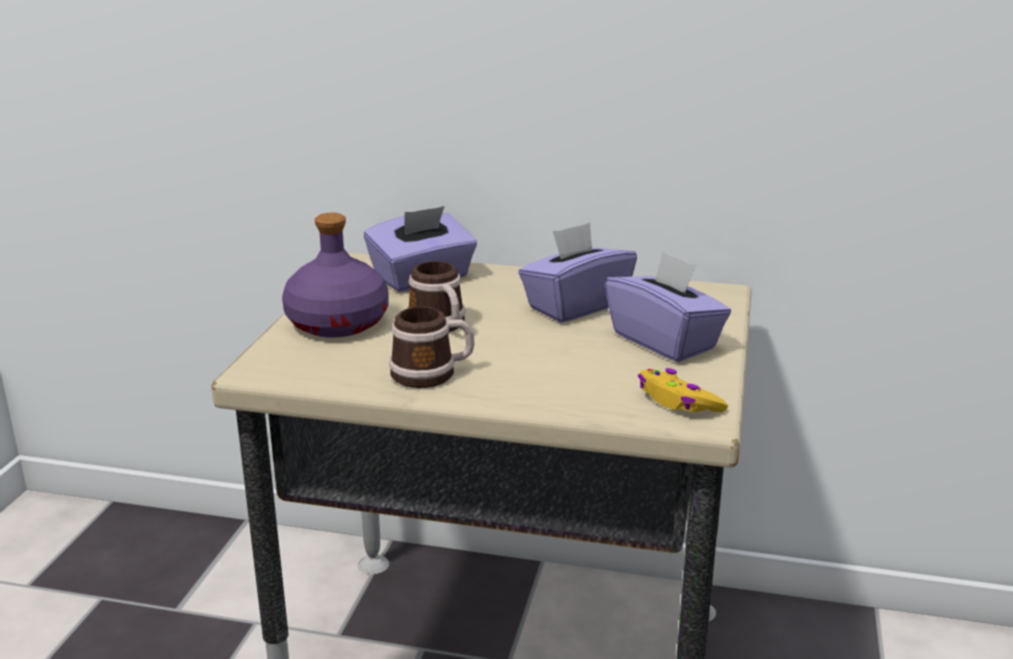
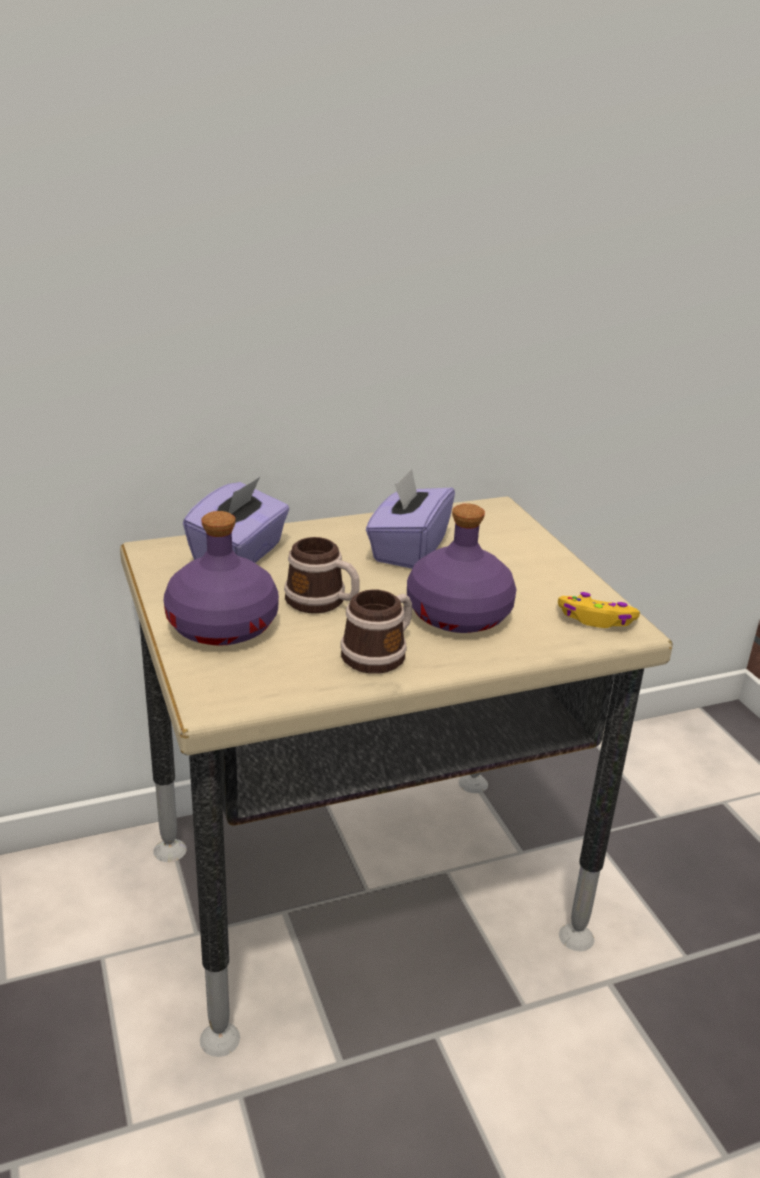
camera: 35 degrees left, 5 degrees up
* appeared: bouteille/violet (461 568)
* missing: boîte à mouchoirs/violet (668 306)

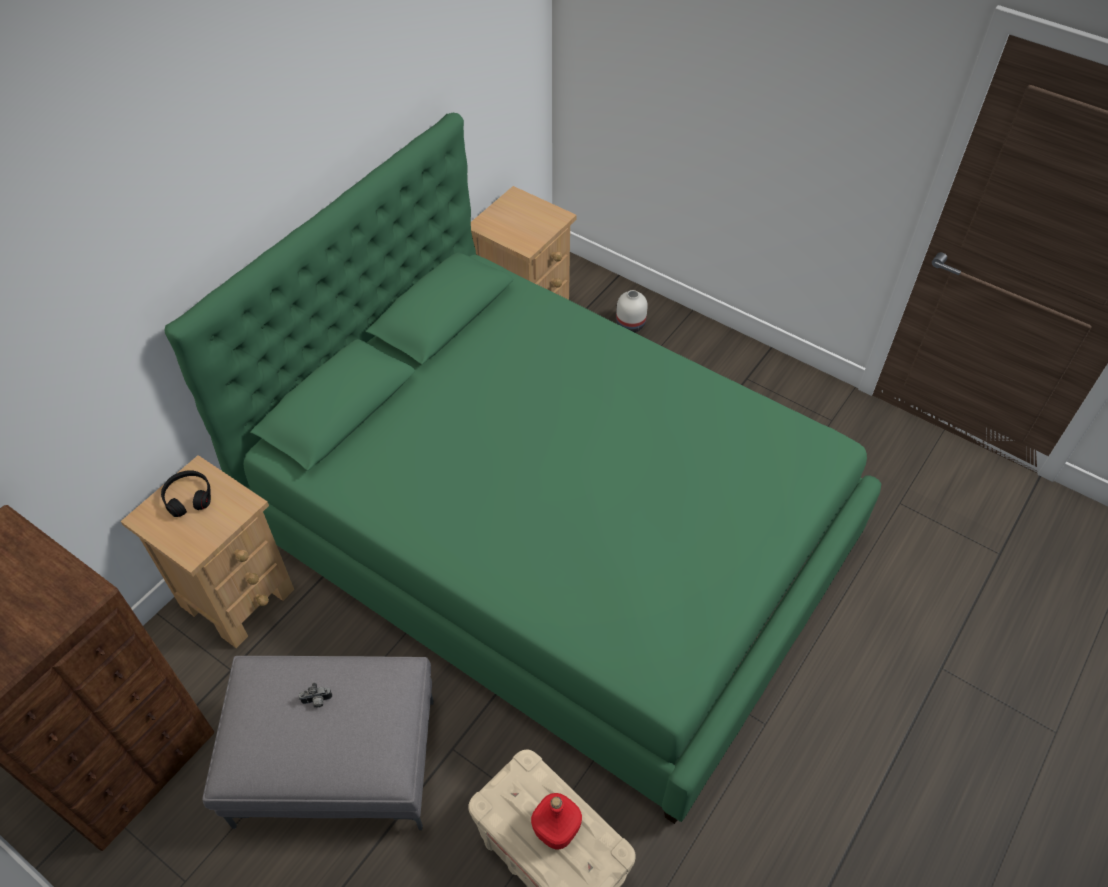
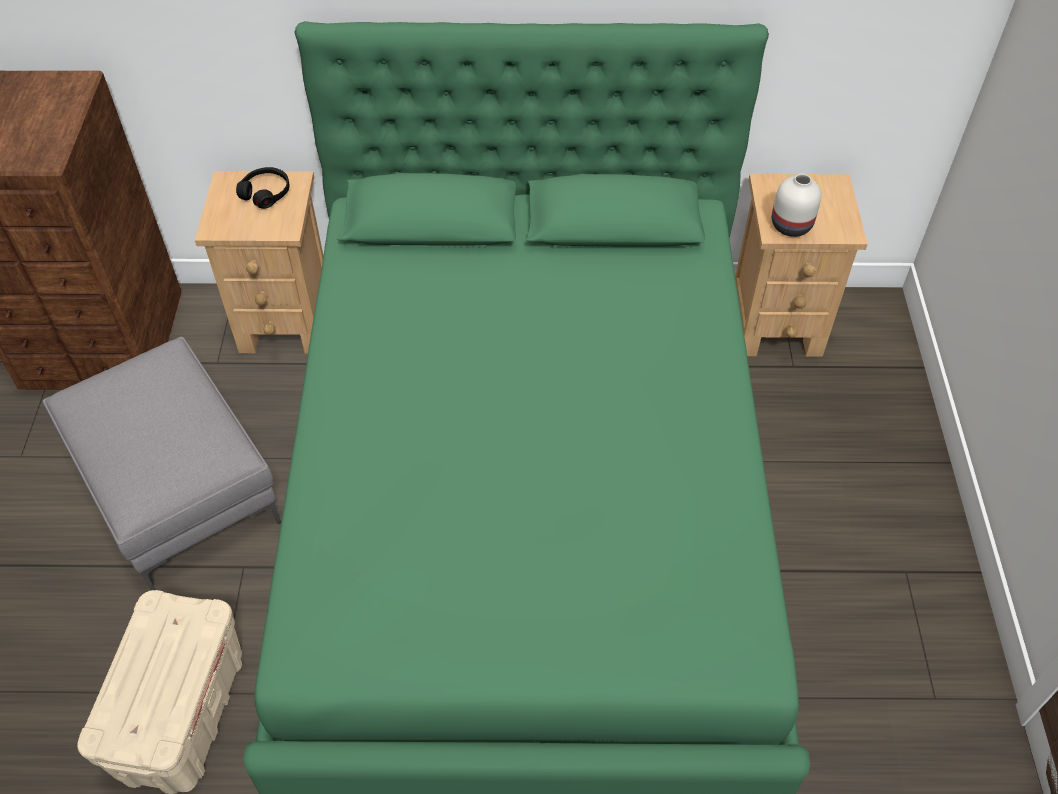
camera: 55 degrees right, 0 degrees up
* relocated: vase/blanc (632 311) to (796 205)
* missing: appareil photo (315 695)
* missing: bouteille/rouge (556 821)

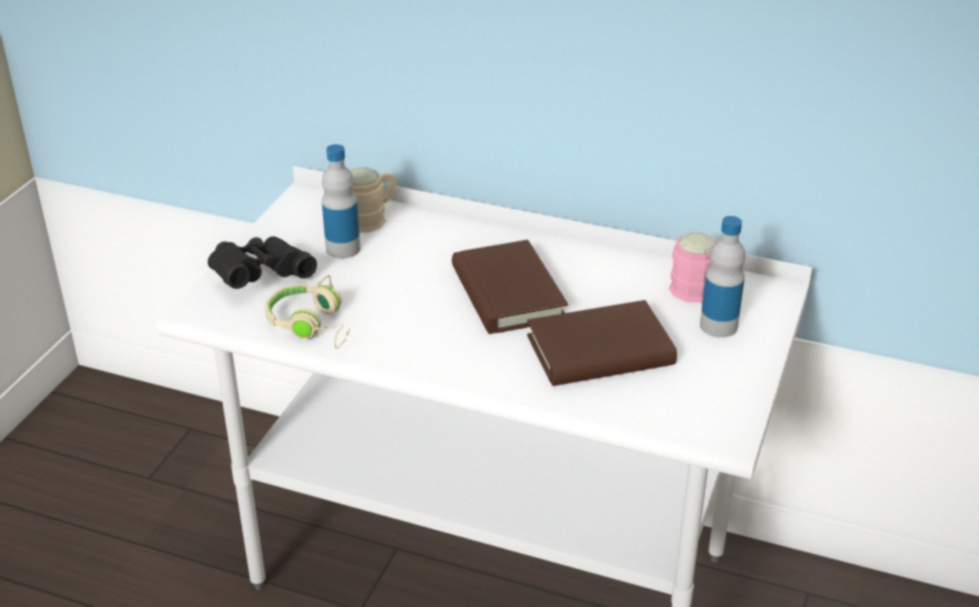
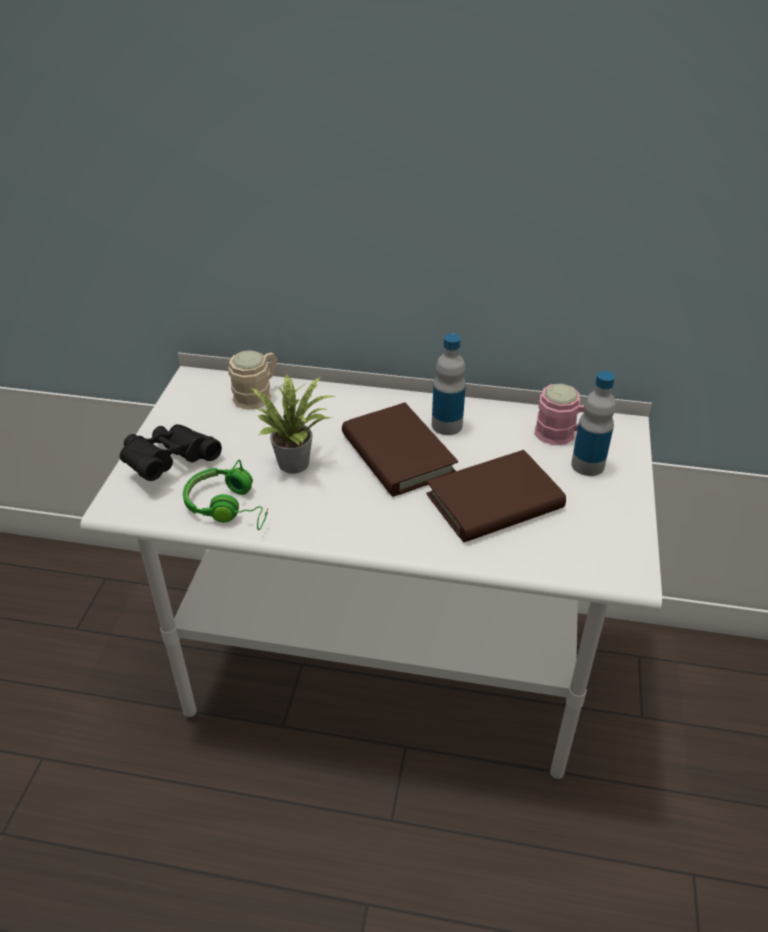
camera: 10 degrees left, 5 degrees up
* colour: casque audio/beige (307 311) to casque audio/vert (225 495)
* appeared: plante en pot (292 424)
* relocated: bouteille (341 201) to (449 384)

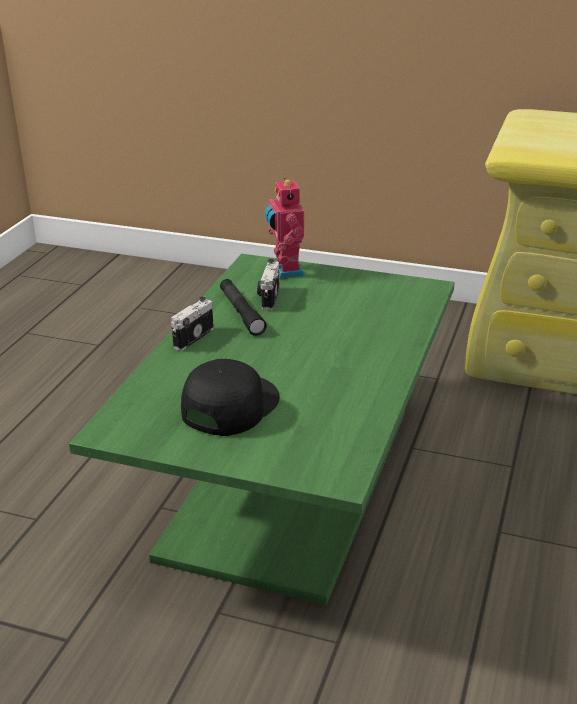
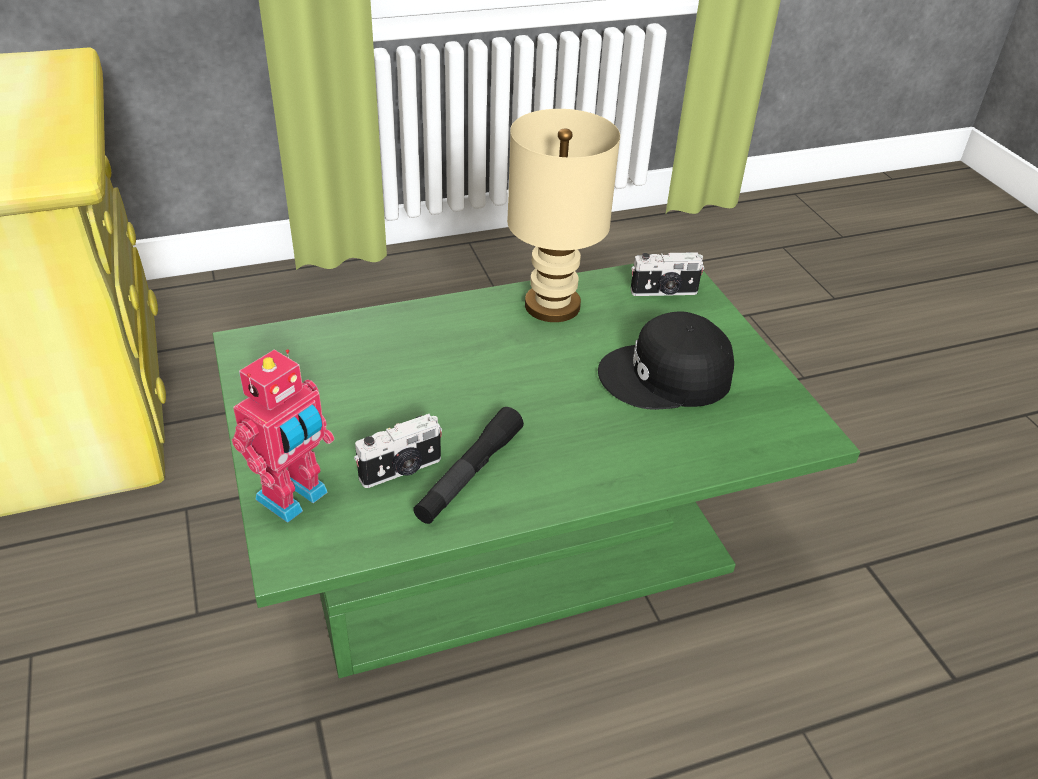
camera: 130 degrees left, 10 degrees up
* appeared: lampe de table/beige (563 215)
* relocated: appareil photo (192 323) to (667 274)

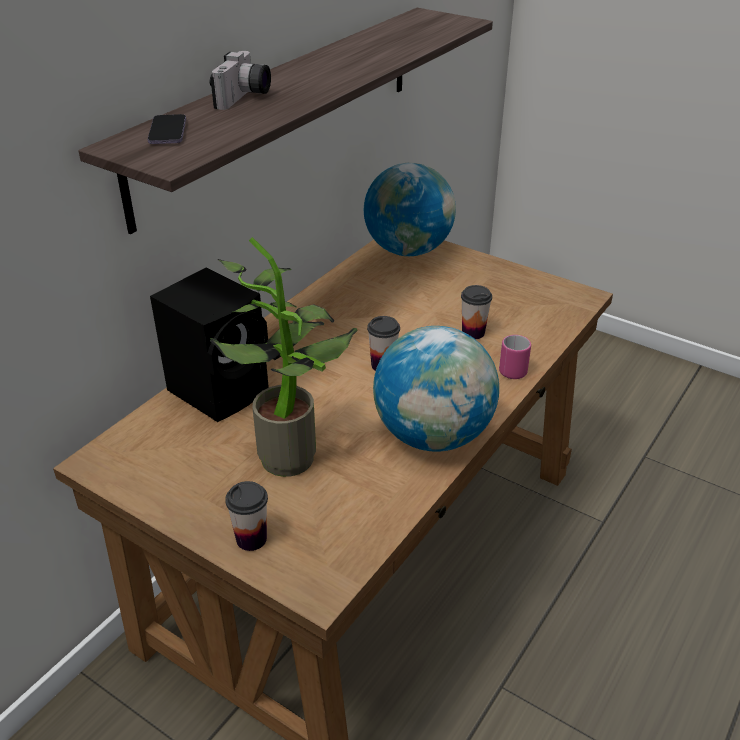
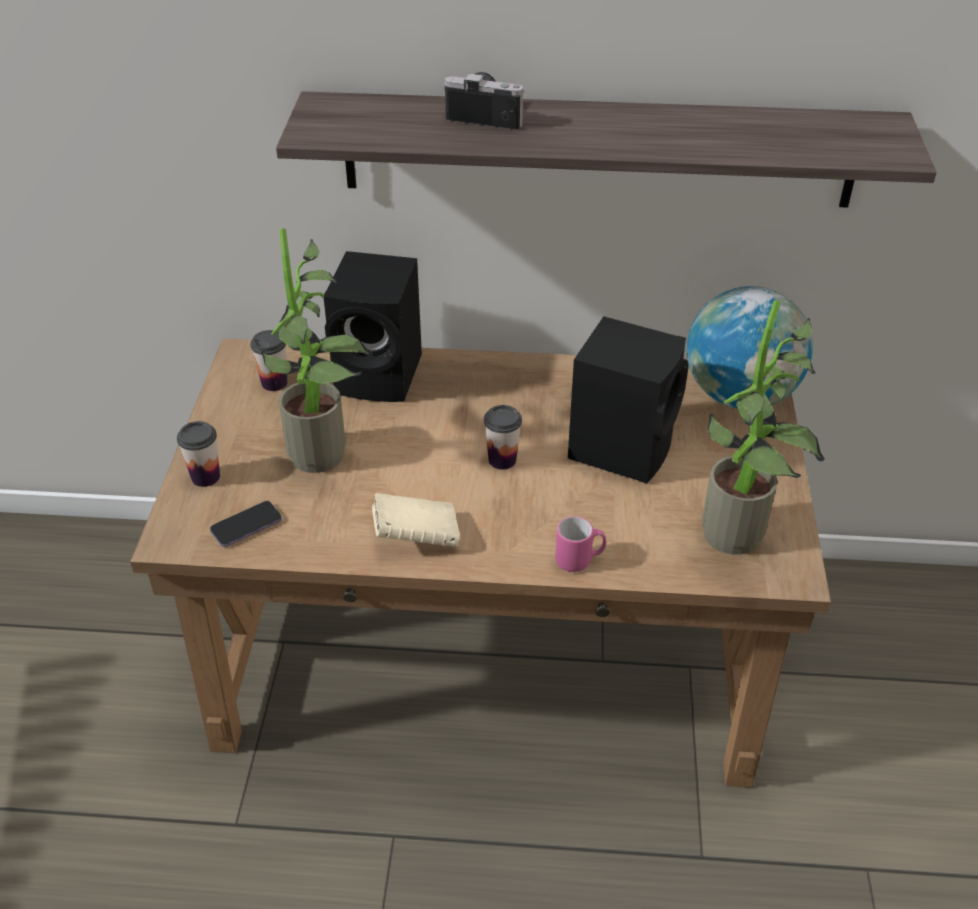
camera: 60 degrees right, 5 degrees up
* relocated: téléphone (167 129) to (246 524)
* relocated: tasse (476 312) to (269 360)
* exchanged: globe (436 389) to livre/beige (416 520)
* spun: appareil photo (240 80) = (485 100) 150 degrees counterclockwise
* appeared: enceinte/noir (628 400)
* appeared: plante en pot (763 427)

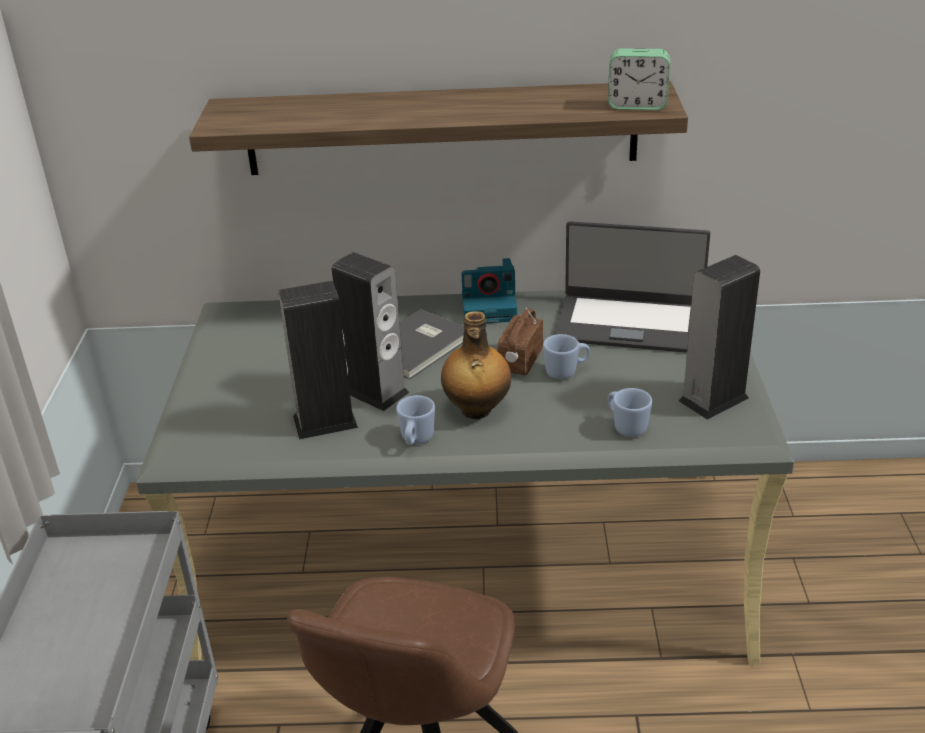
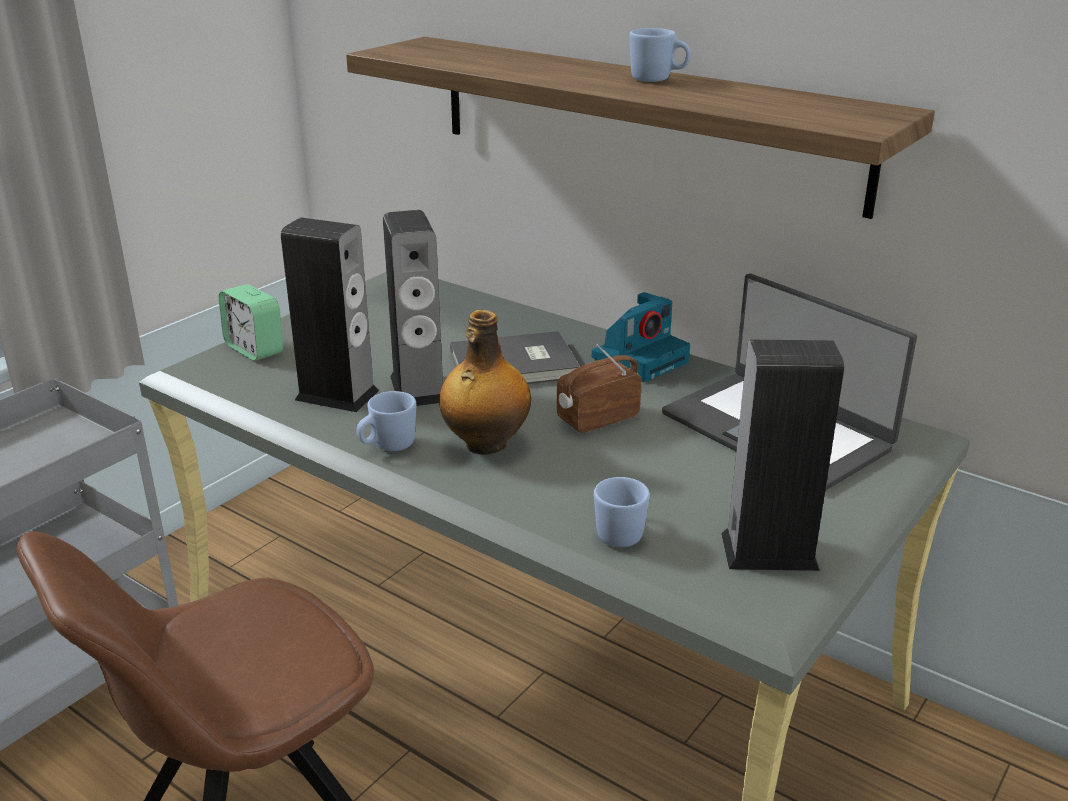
camera: 35 degrees right, 5 degrees down
* relocated: réveil (639 79) to (251 322)
* spun: appareil photo (489 290) = (641 337) 75 degrees counterclockwise
* relocated: mug/bleu (566 356) to (660 55)

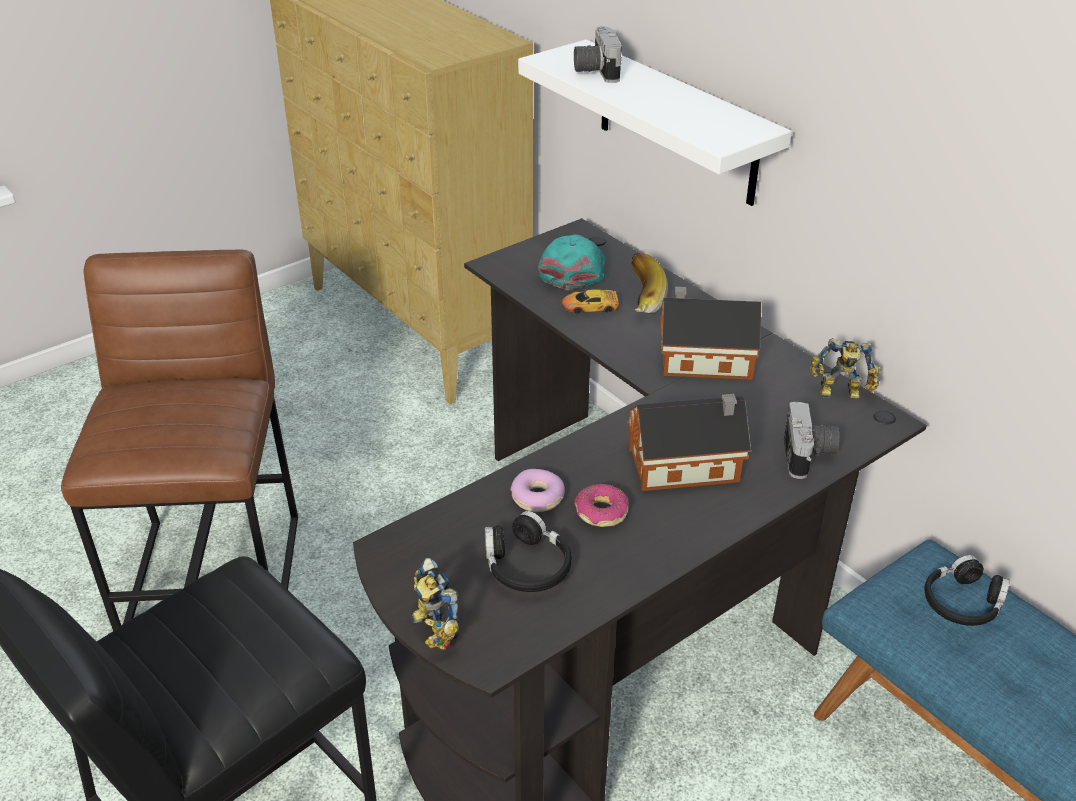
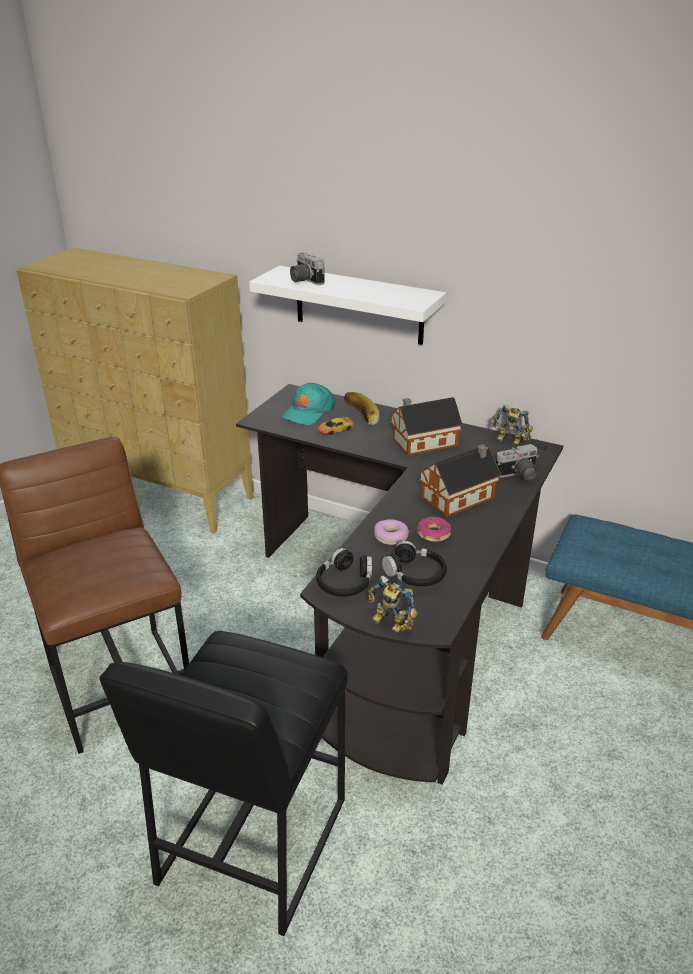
camera: 25 degrees left, 5 degrees down
* spun: casquette/turquoise (572 262) = (309 404) 135 degrees counterclockwise
* relocated: casque audio/noir (967 590) to (344 572)
* spun: robot jouet (845 368) = (513 424) 45 degrees clockwise
* spun: appareil photo (811 440) = (517 462) 90 degrees clockwise

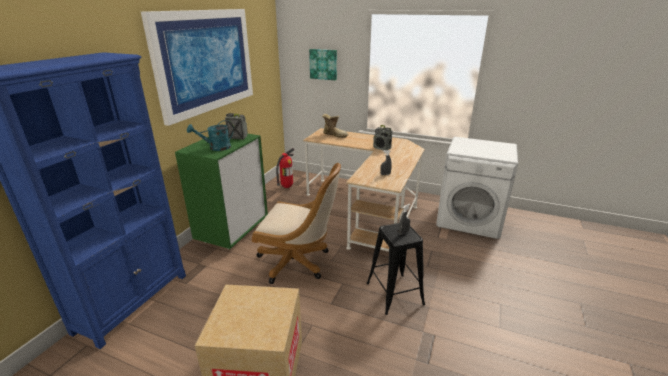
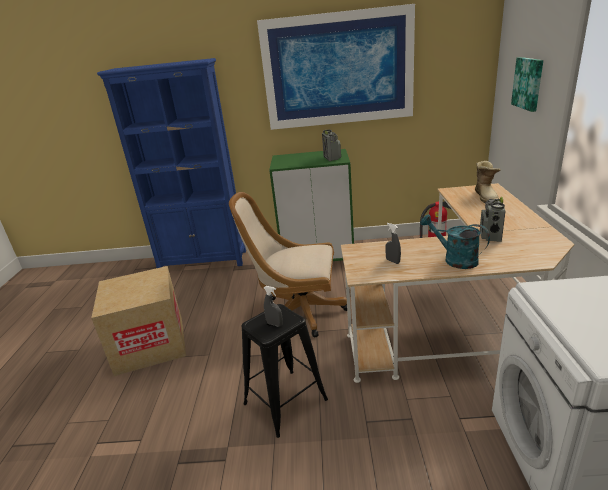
camera: 70 degrees right, 0 degrees up
* spun: chaise de bureau (296 223) = (288 264) 105 degrees clockwise
* relocated: arrosoir/turquoise (210 135) to (455 241)

